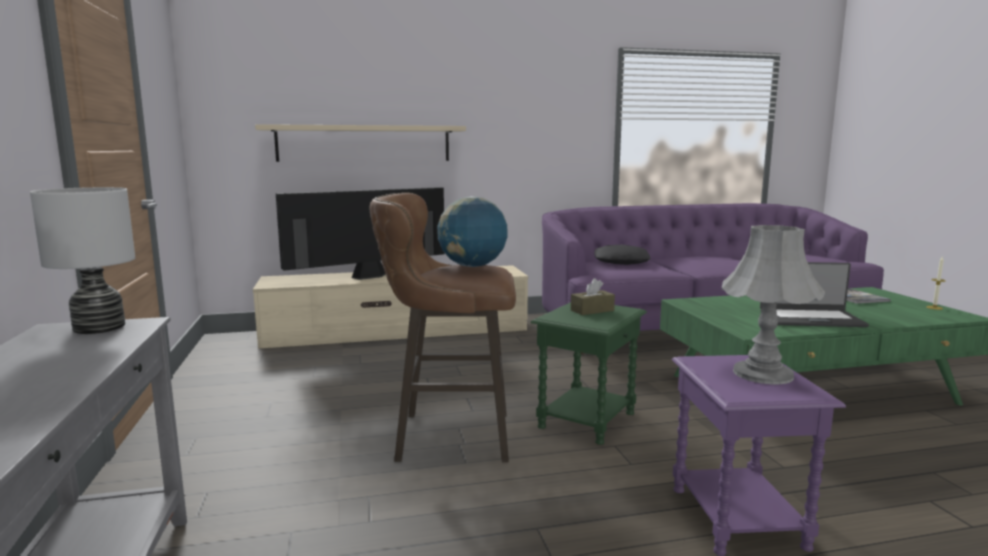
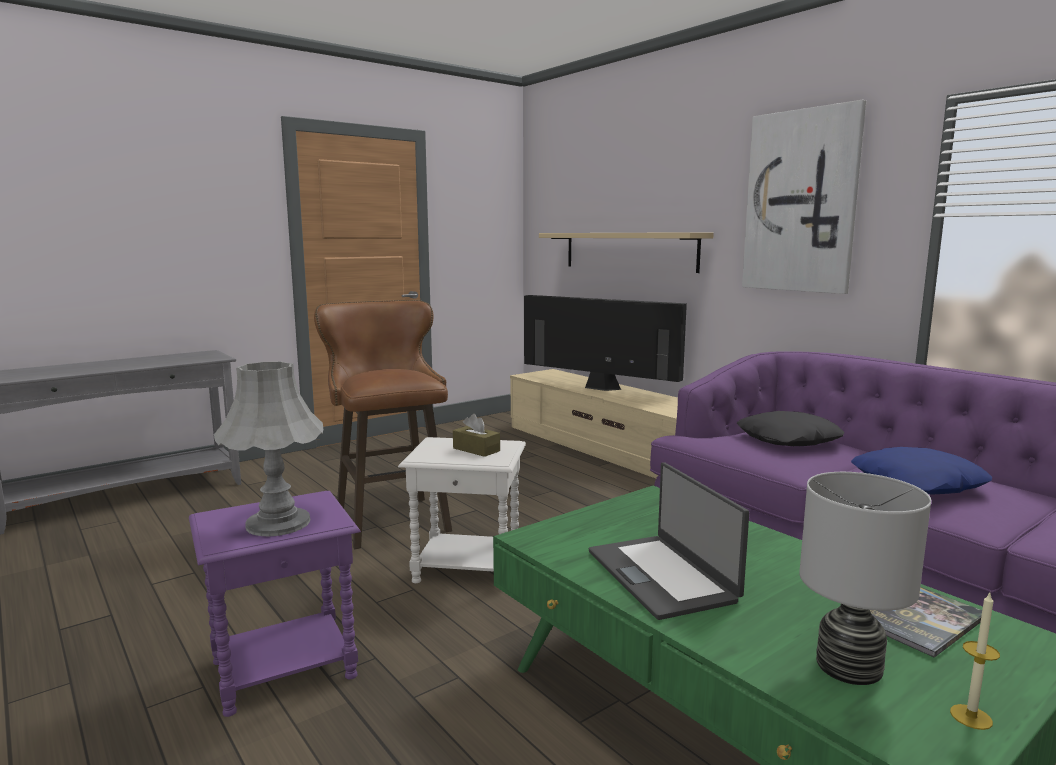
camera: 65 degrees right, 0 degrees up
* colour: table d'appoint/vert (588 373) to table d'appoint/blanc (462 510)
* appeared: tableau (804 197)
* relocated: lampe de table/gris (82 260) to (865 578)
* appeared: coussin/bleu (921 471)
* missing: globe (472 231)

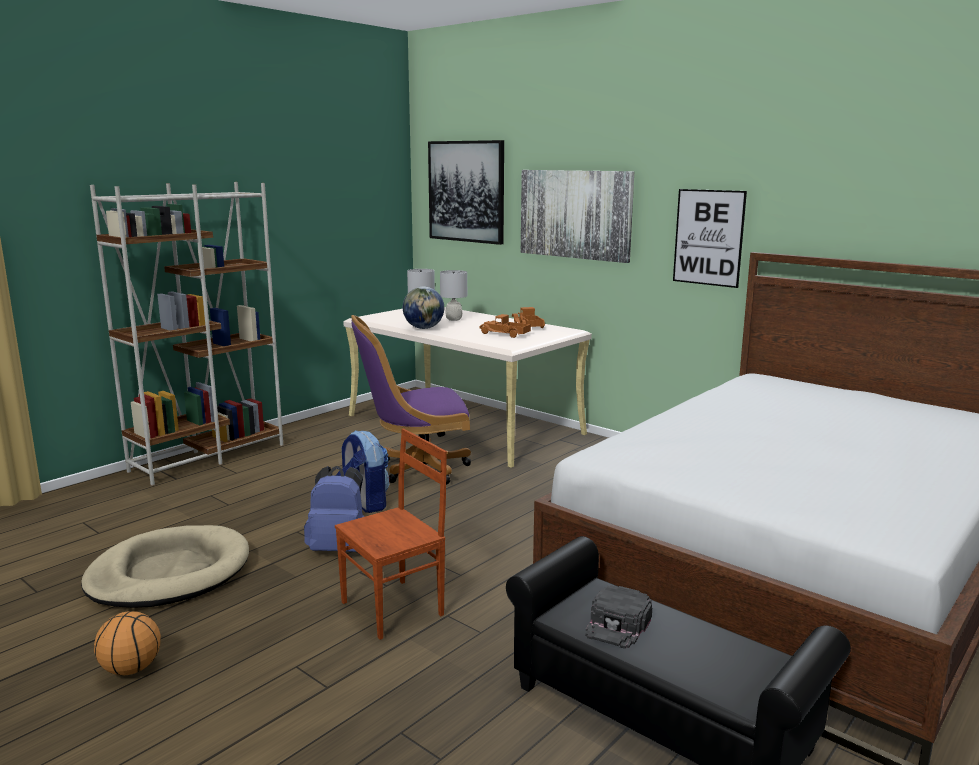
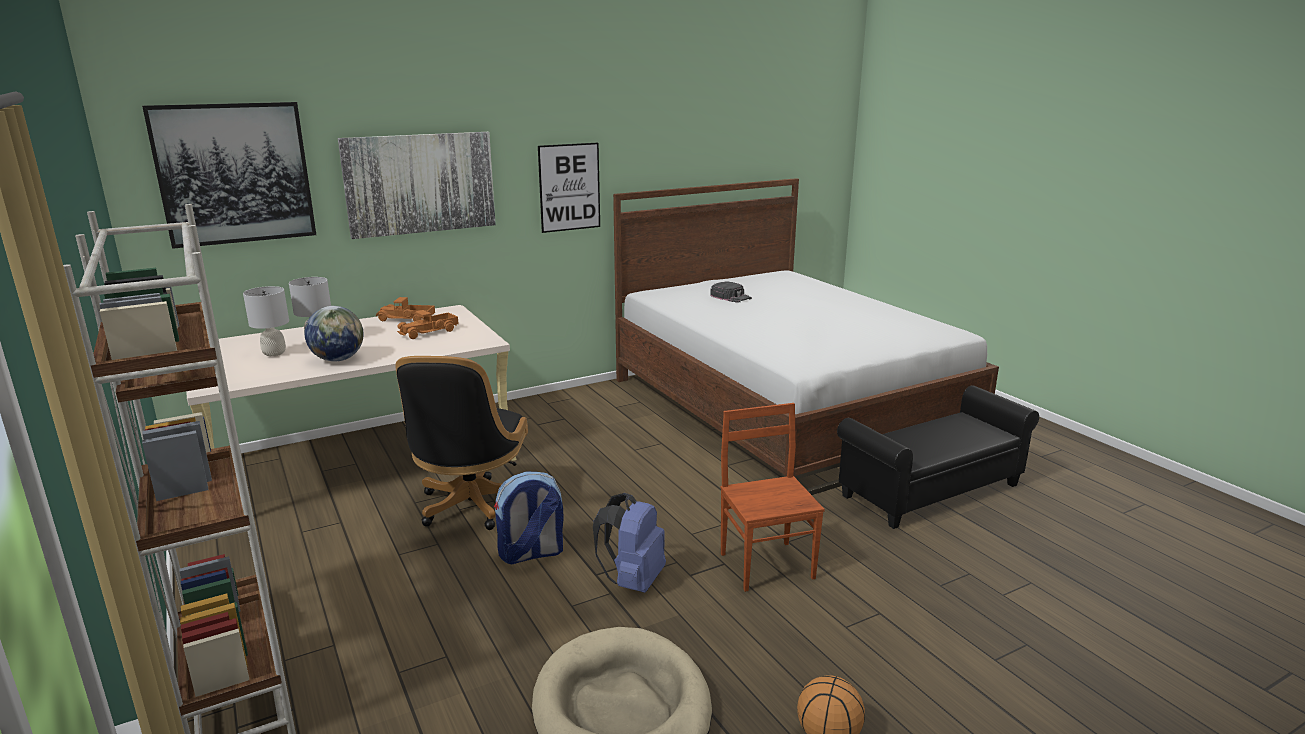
camera: 70 degrees left, 5 degrees up
* colour: chaise de bureau/violet (411 400) to chaise de bureau/noir (462 443)
* relocated: casquette/noir (618 617) to (731 292)

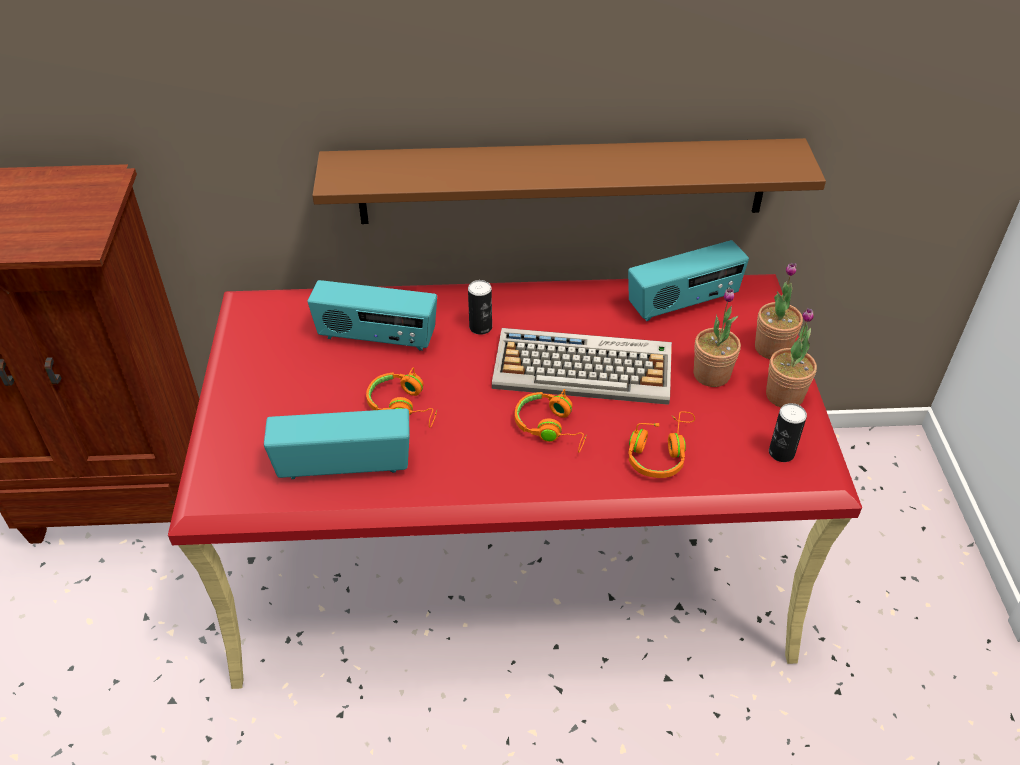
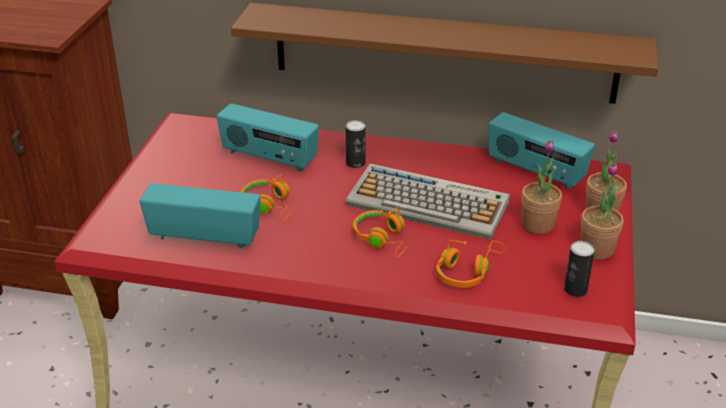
camera: 15 degrees right, 10 degrees down
* spun: radio (688 280) = (542 151) 45 degrees clockwise

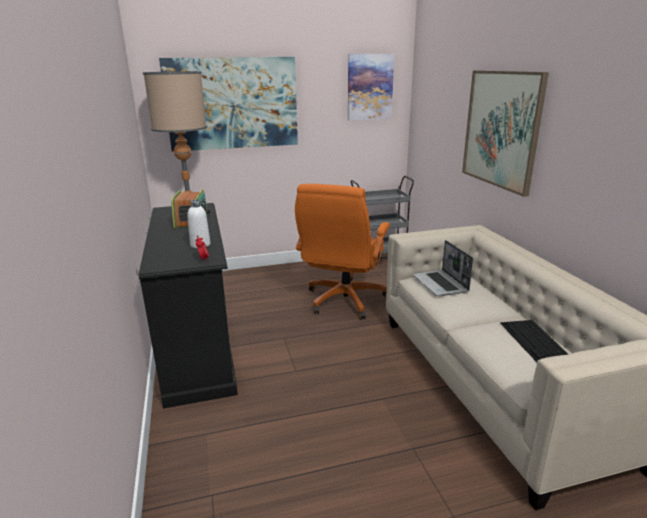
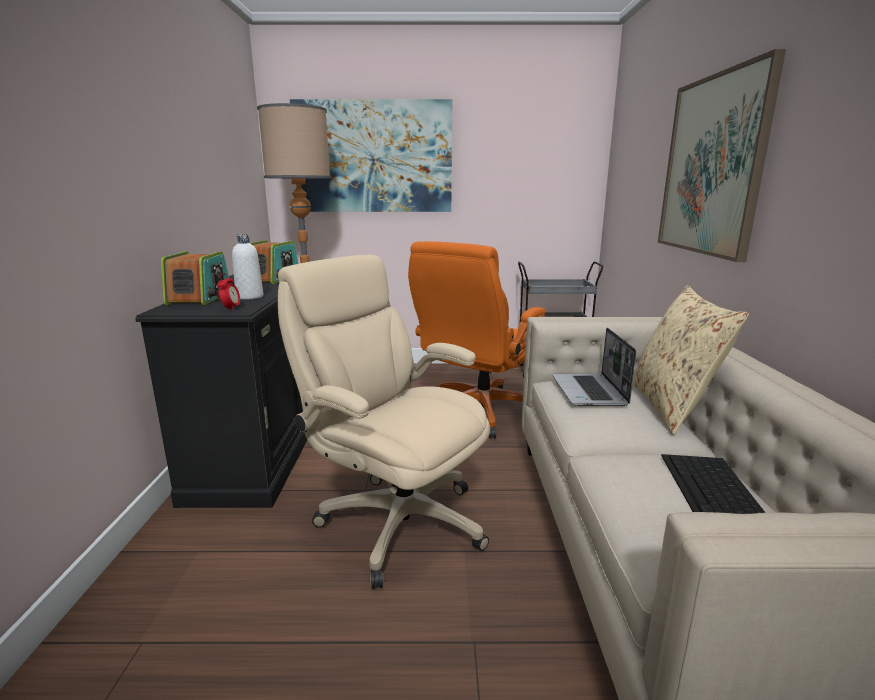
camera: 15 degrees right, 5 degrees down
* appeared: radio (197 278)
* appeared: chaise de bureau/beige (384 422)
* appeared: coussin/beige (690 360)
* missing: tableau (371 87)

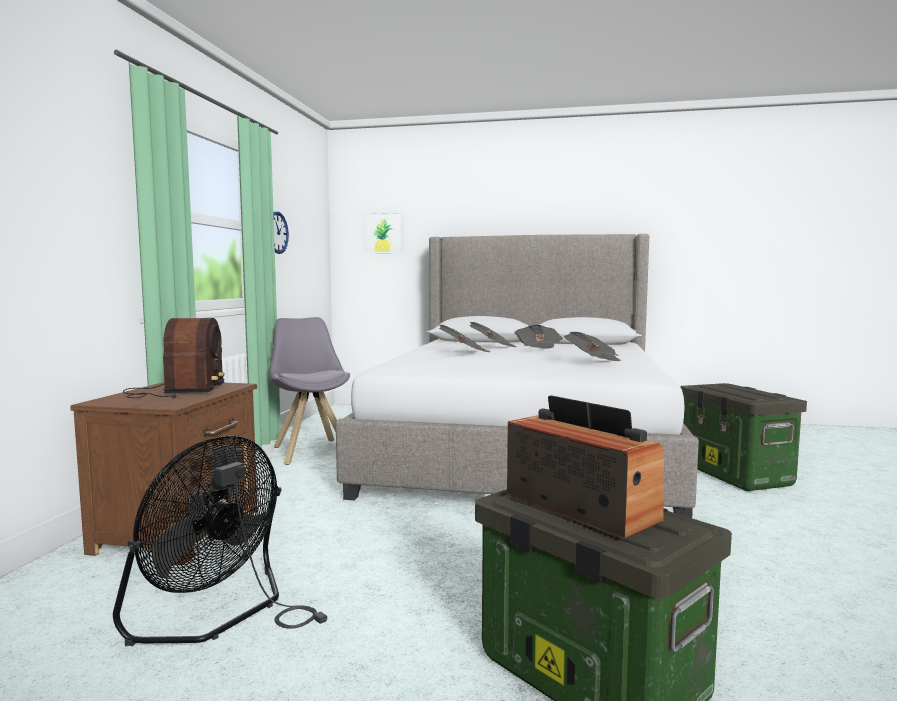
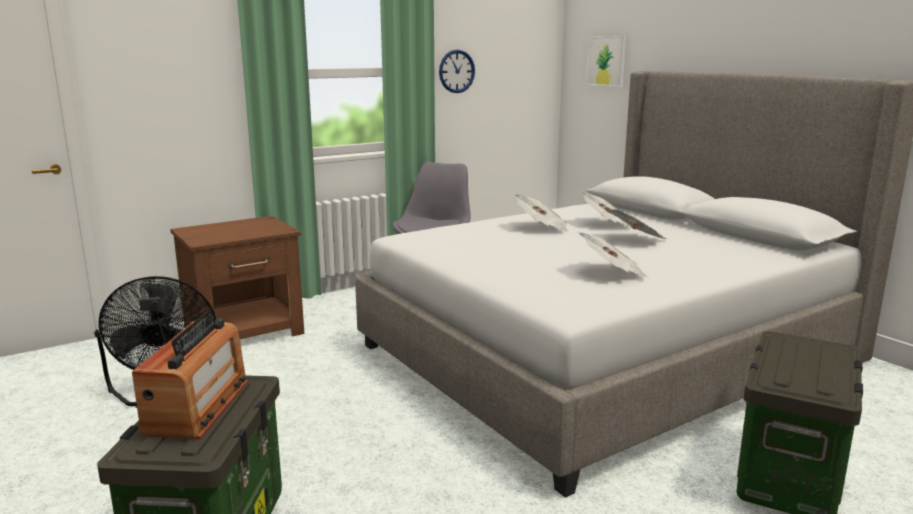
camera: 45 degrees right, 10 degrees up
* missing: radio (174 358)

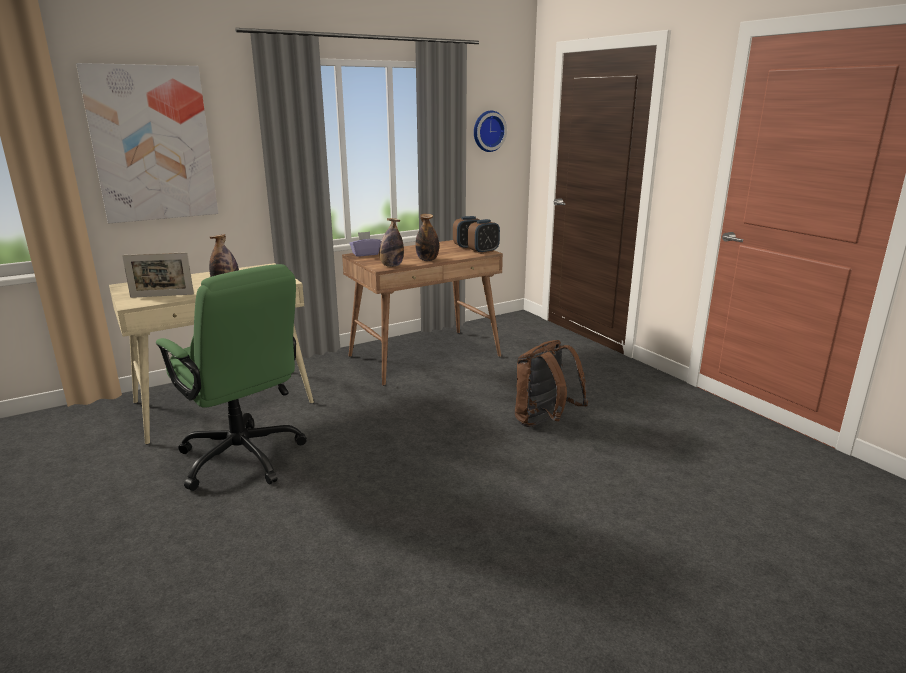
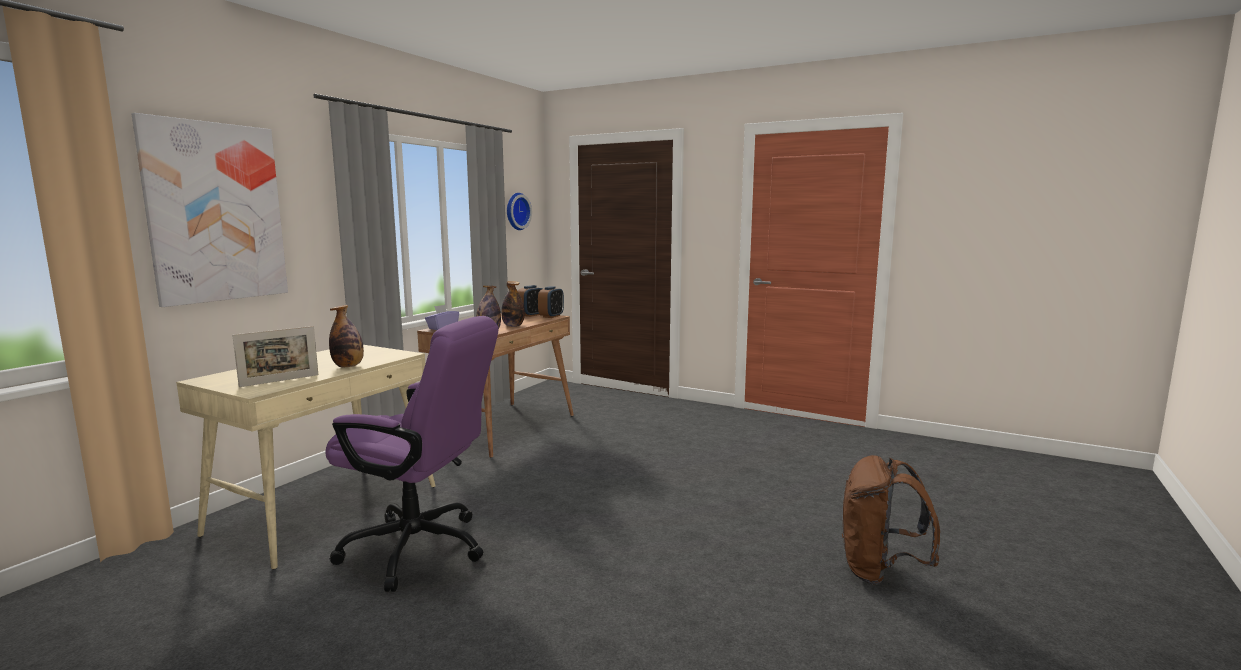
camera: 30 degrees left, 10 degrees down
* colour: chaise de bureau/vert (231 377) to chaise de bureau/violet (412 454)
* relocated: sac à dos/marron (551 383) to (891 520)

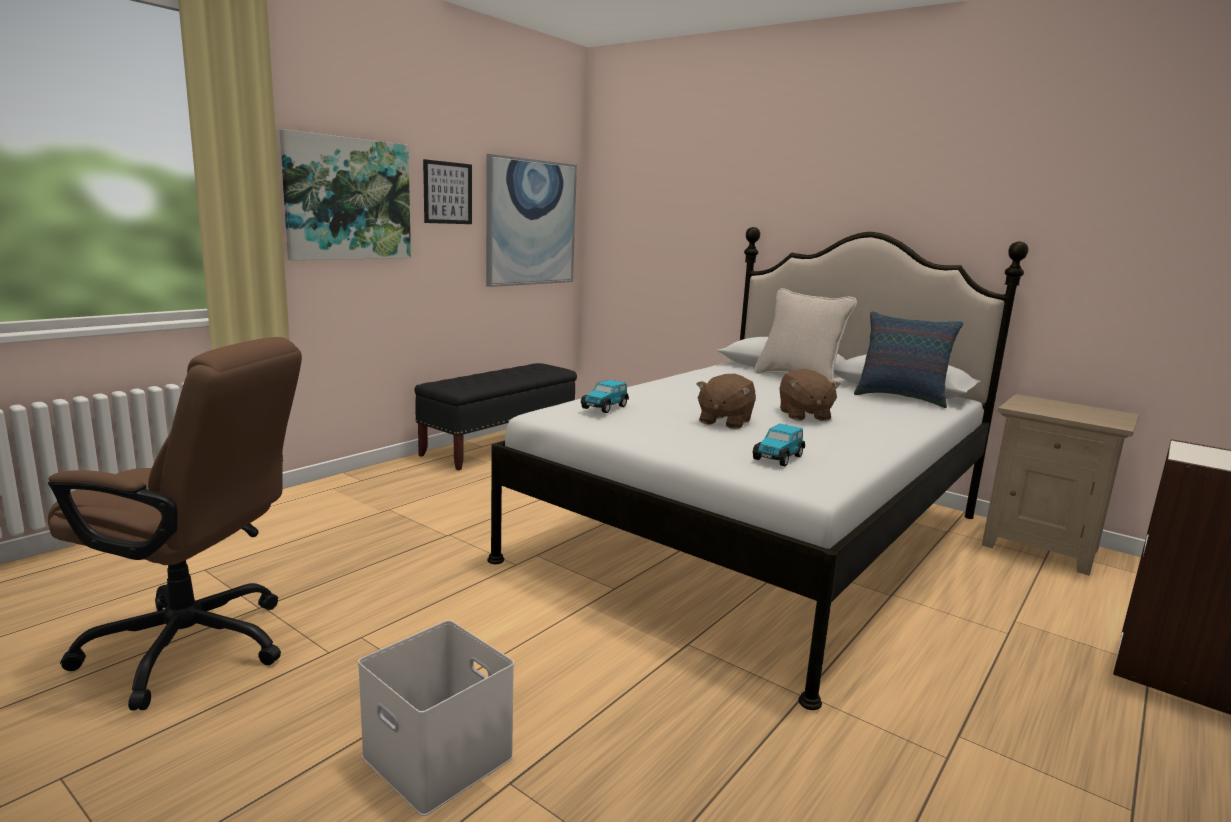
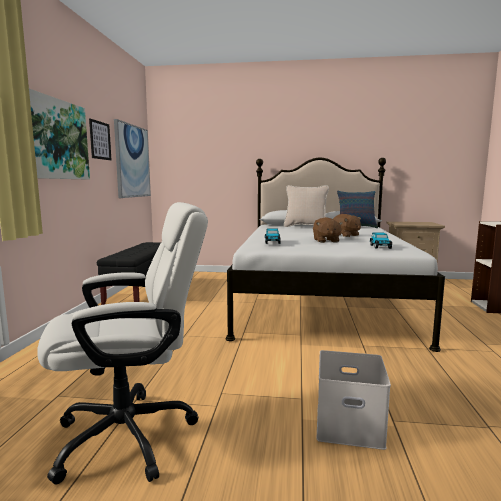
camera: 30 degrees left, 5 degrees down
* colour: chaise de bureau/marron (175 523) to chaise de bureau/blanc (122 343)

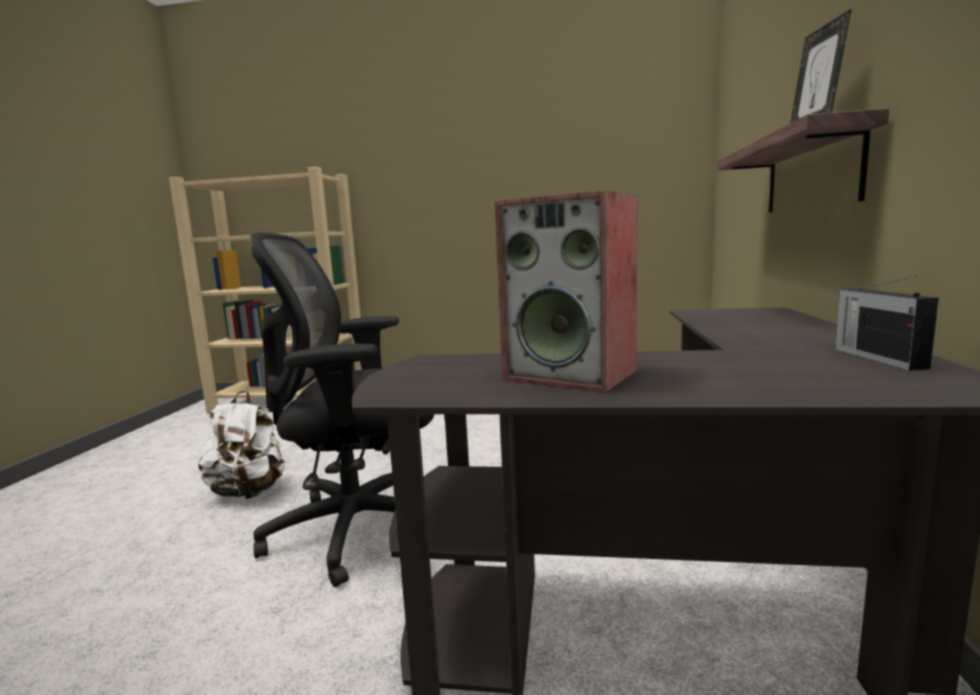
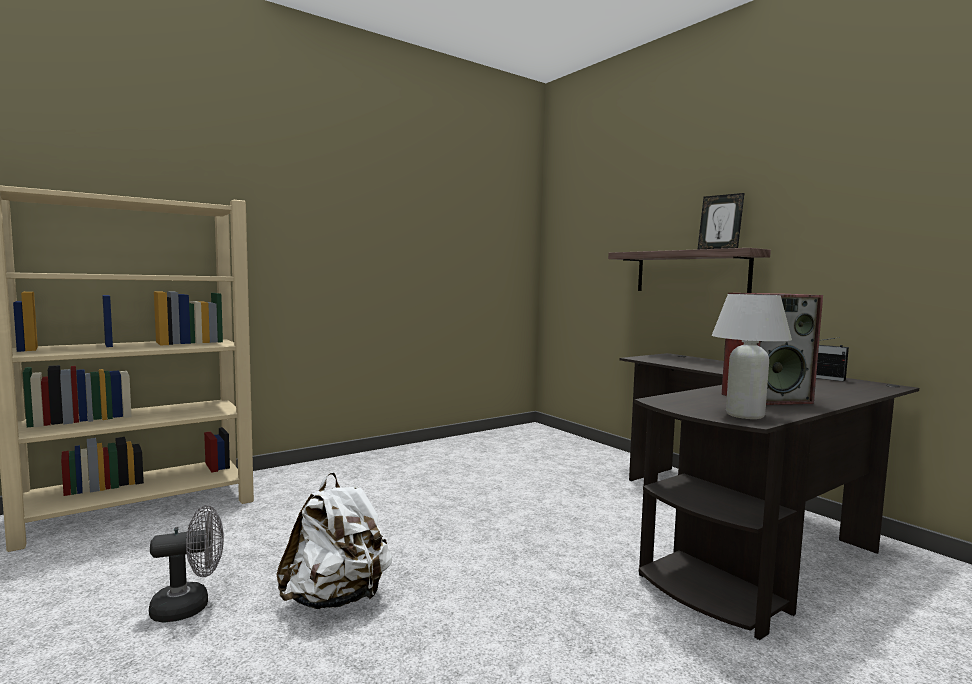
camera: 45 degrees left, 5 degrees down
* appeared: ventilateur/gris (186 564)
* appeared: lampe de table/blanc (752 356)
* missing: chaise de bureau/noir (342 410)

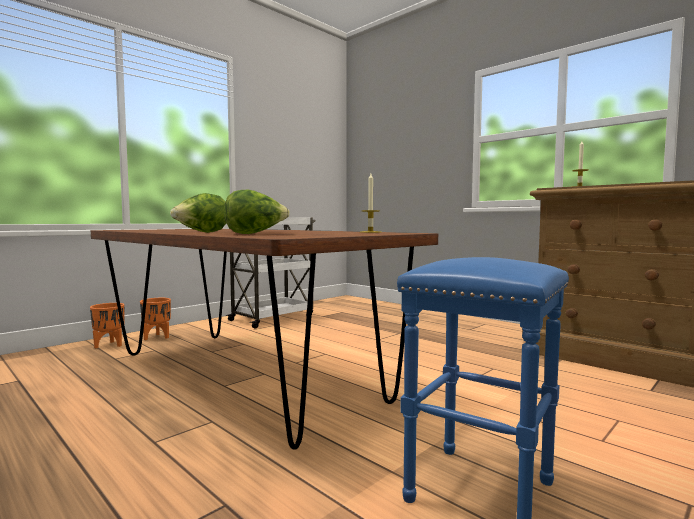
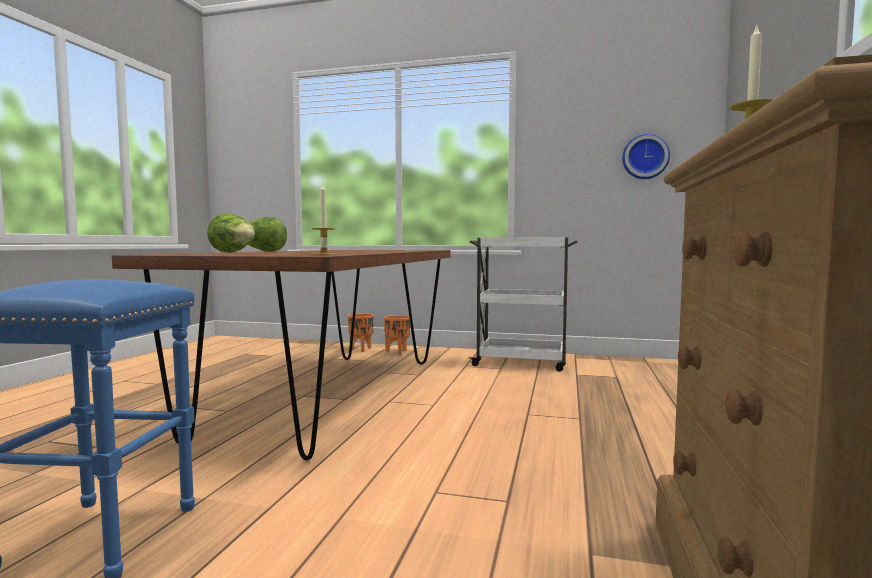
camera: 60 degrees right, 0 degrees up
* appeared: horloge murale (646 156)

